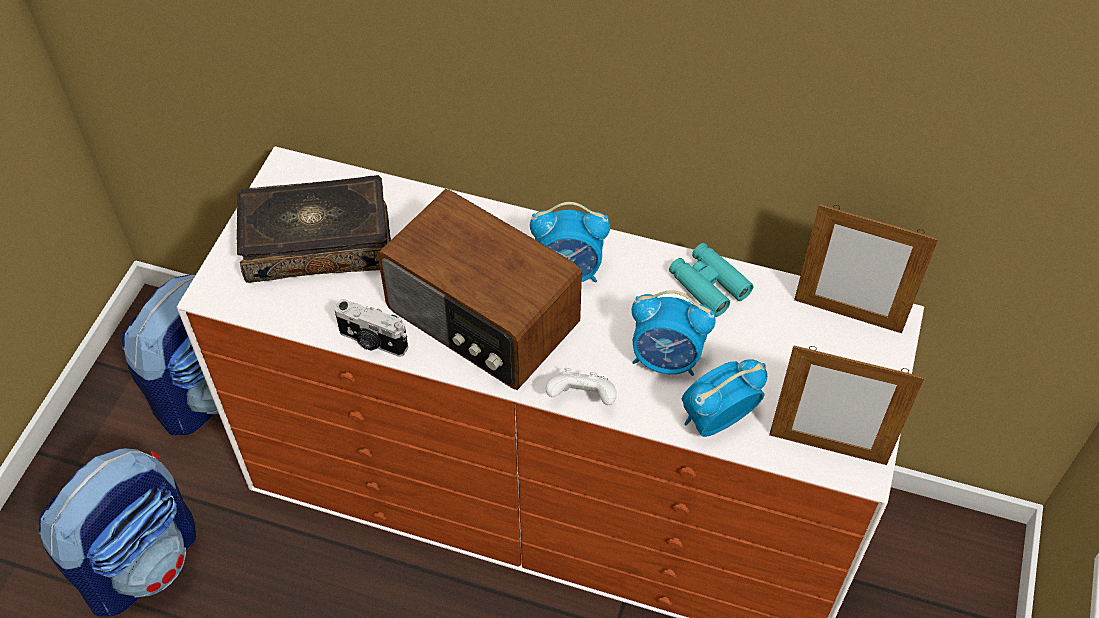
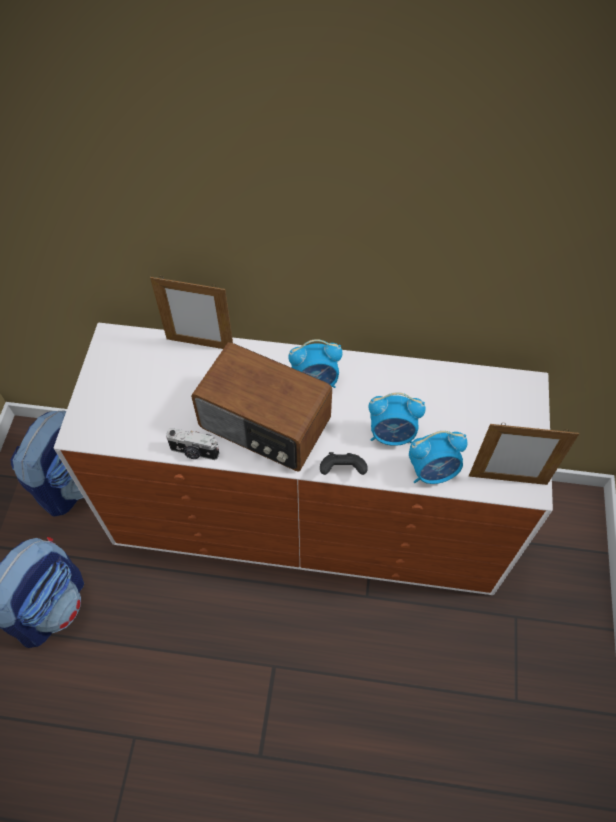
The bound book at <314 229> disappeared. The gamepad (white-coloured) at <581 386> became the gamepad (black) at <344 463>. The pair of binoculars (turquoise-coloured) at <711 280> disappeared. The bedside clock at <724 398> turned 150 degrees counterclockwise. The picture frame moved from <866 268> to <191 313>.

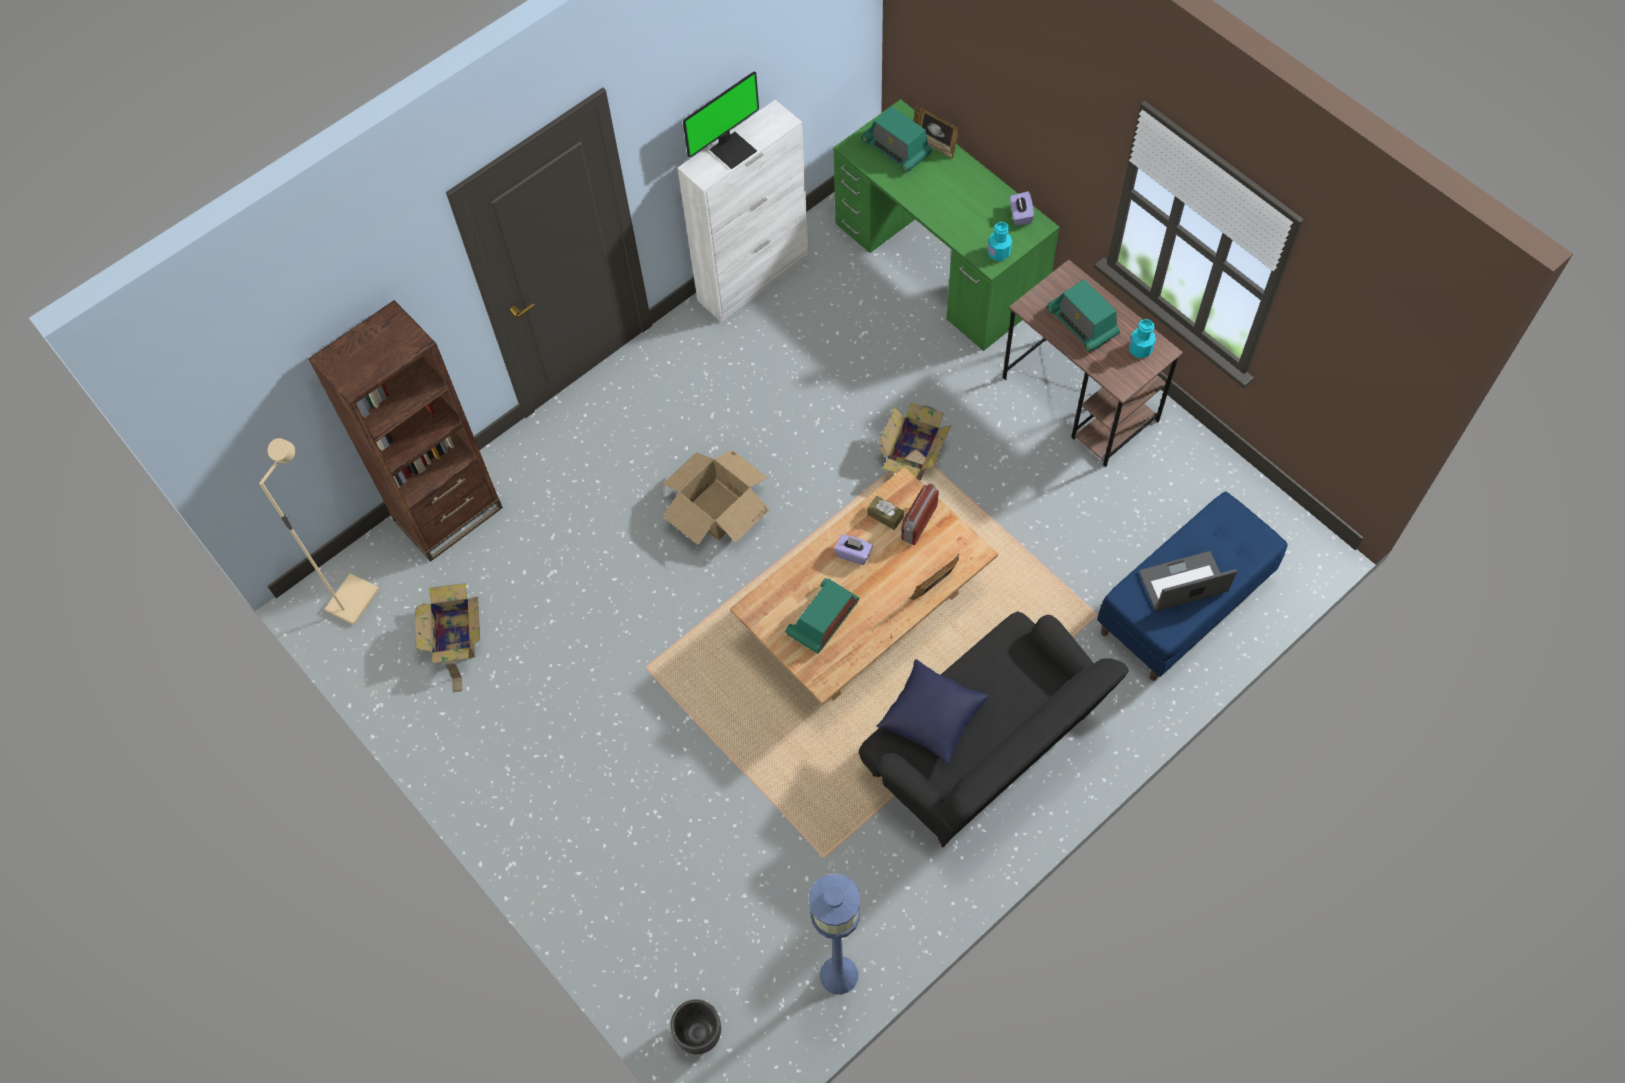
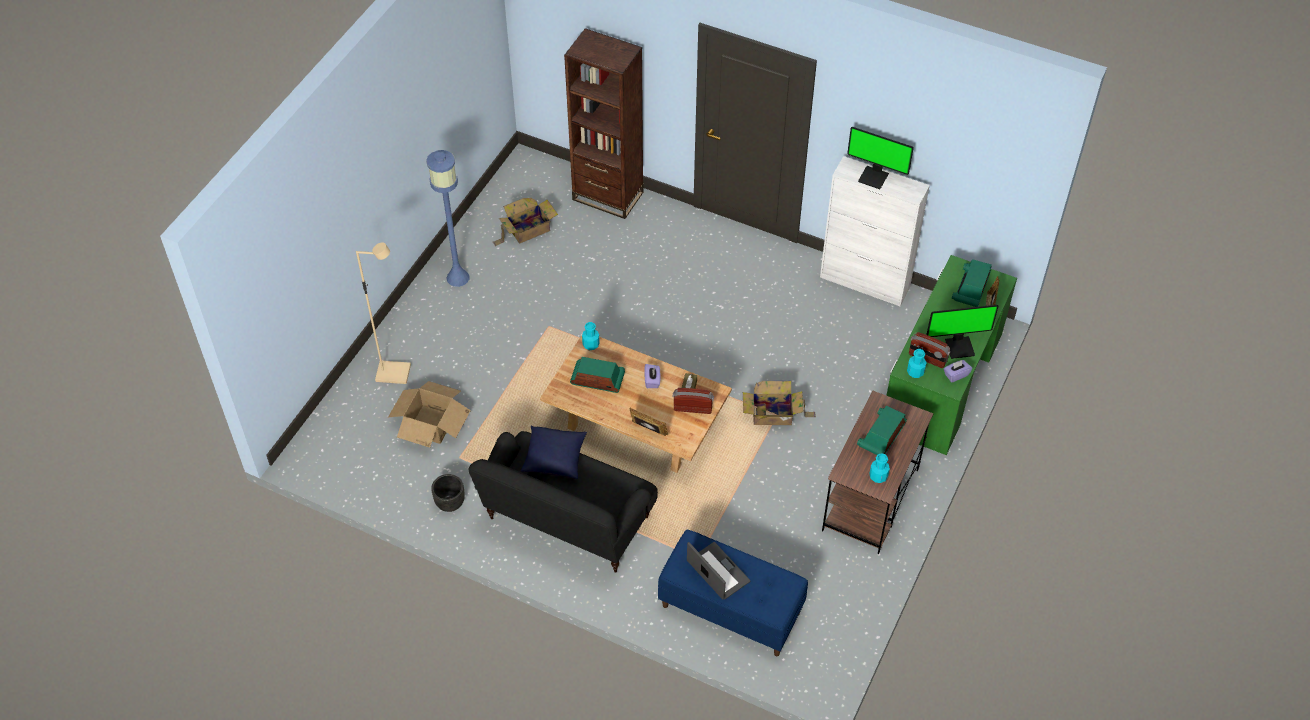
The standard lamp (beige) moved from <319 531> to <383 313>. The packing box moved from <716 498> to <429 414>. The plant pot (black) moved from <695 1026> to <448 493>. The standard lamp (blue) moved from <834 934> to <447 218>. The beverage bottle (turquoise-coloured) at <591 336> appeared. The radio set at <930 350> appeared. The computer screen at <962 332> appeared.

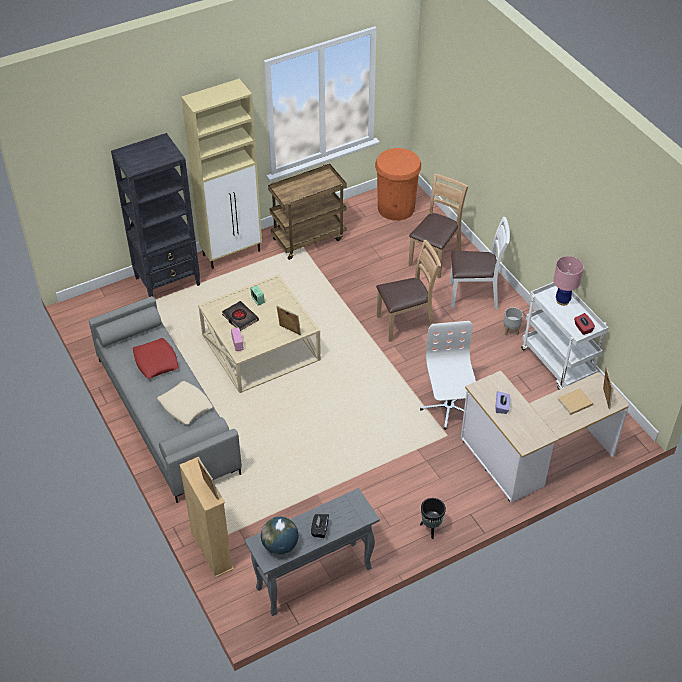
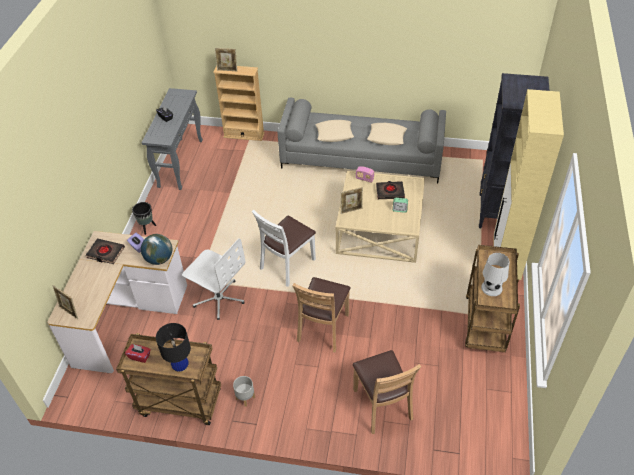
The cushion (reddish) at <156 358> became the cushion (beige) at <387 134>. The globe moved from <279 536> to <156 249>. The waste bin (orange-coloured) at <398 184> disappeared. The chair (white-coloured) moved from <480 263> to <284 248>. The wheeled cart (white-coloured) at <564 336> became the wheeled cart (brownish) at <168 379>. The tabletop lamp (pinkish) at <568 281> became the tabletop lamp (black) at <173 348>. The bound book (beige) at <575 401> disappeared. The bound book (black) at <105 251> appeared. The tabletop lamp (white-coloured) at <495 274> appeared.

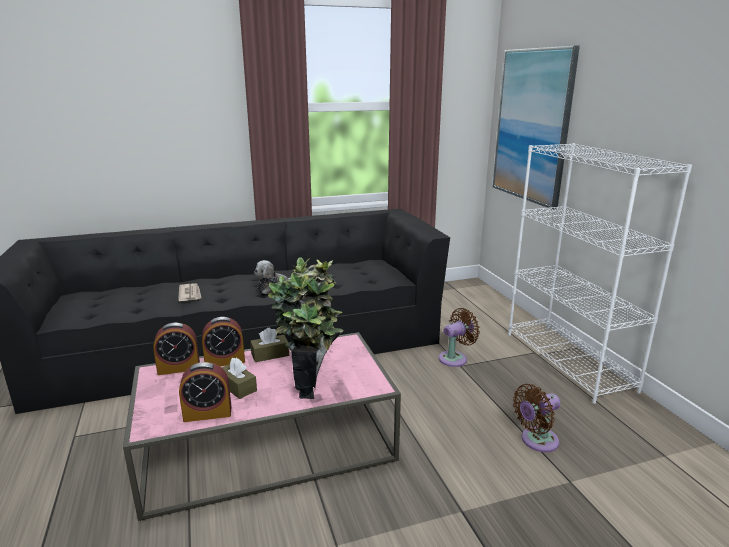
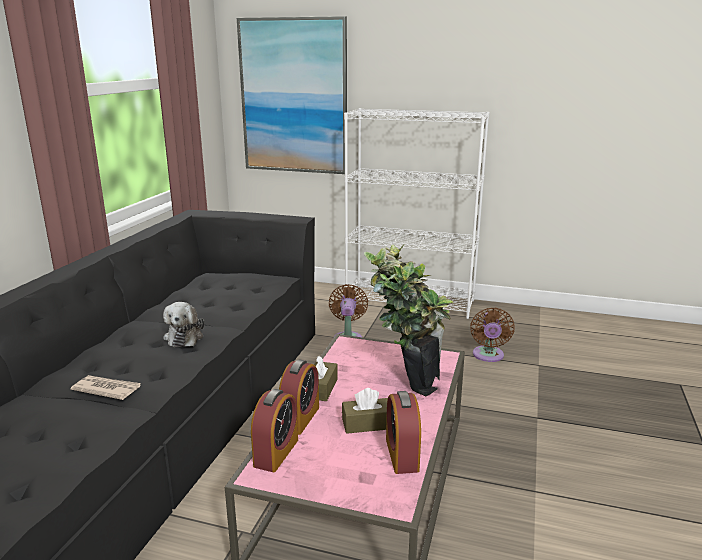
The bedside clock at <205 392> turned 150 degrees clockwise.

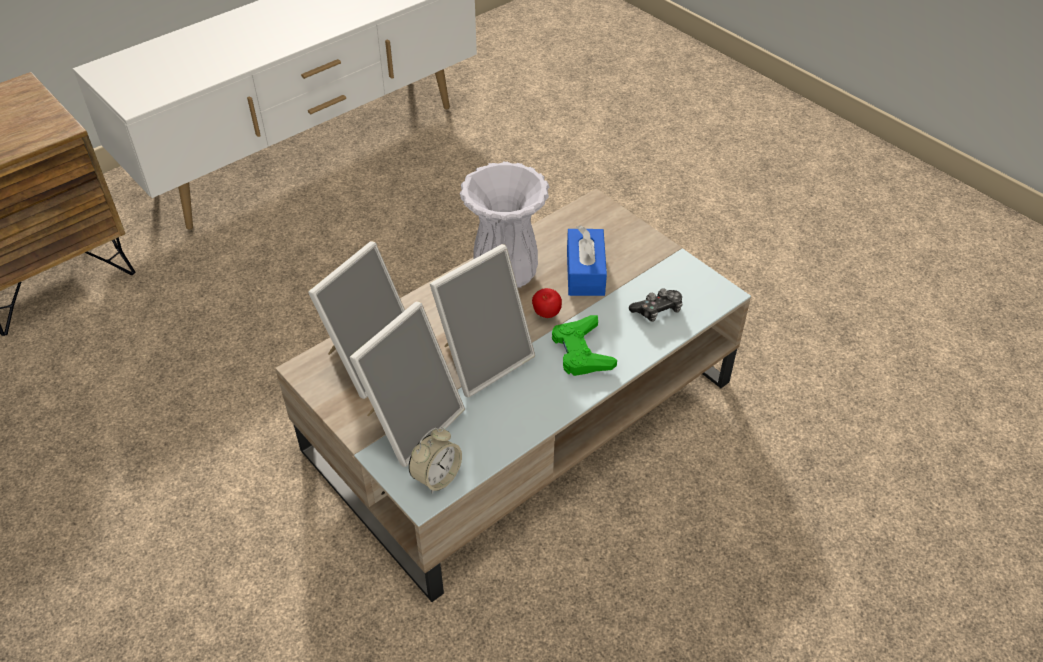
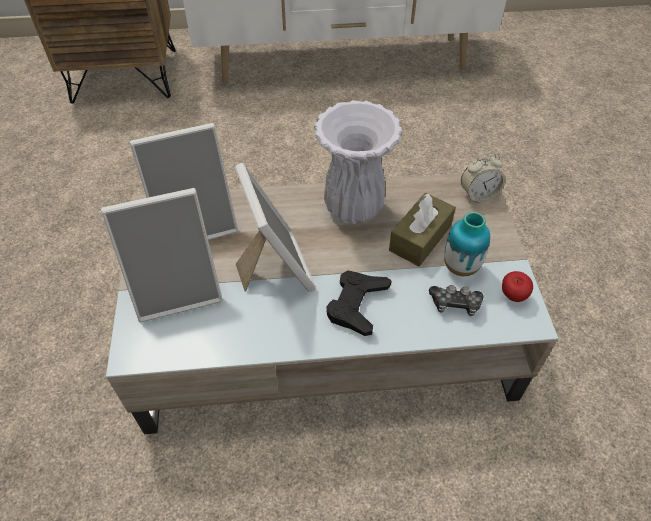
The bedside clock moved from <435 460> to <483 178>. The picture frame at <482 320> turned 105 degrees counterclockwise. The apple fruit moved from <547 303> to <517 286>. The gamepad (green-coloured) at <584 345> became the gamepad (black) at <359 303>. The tissue holder (blue) at <587 260> became the tissue holder (brownish) at <422 229>. The flower vase at <467 244> appeared.

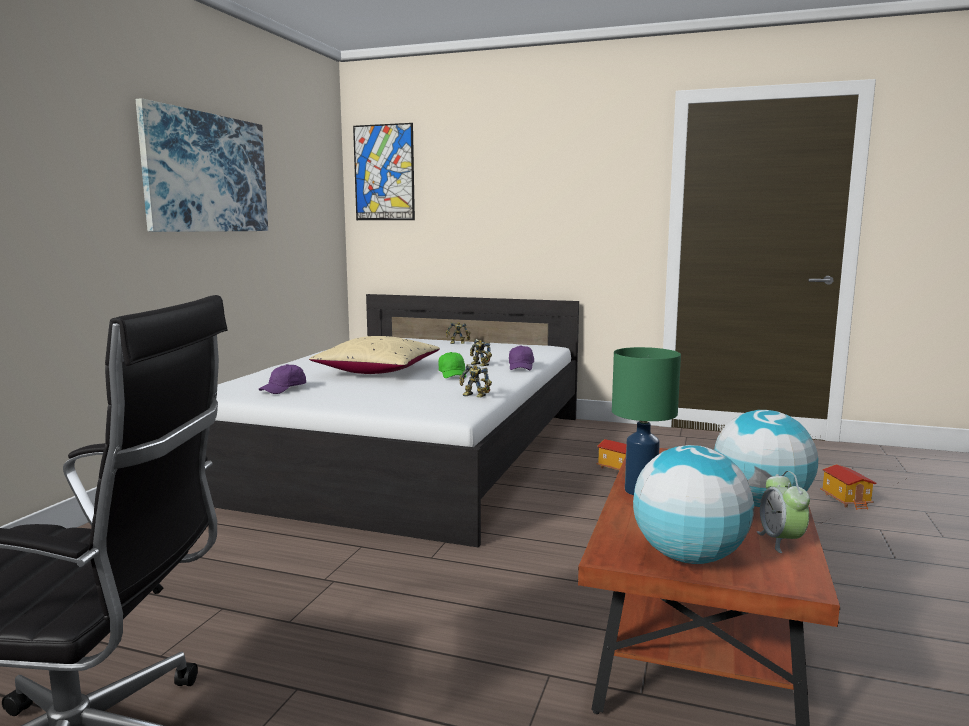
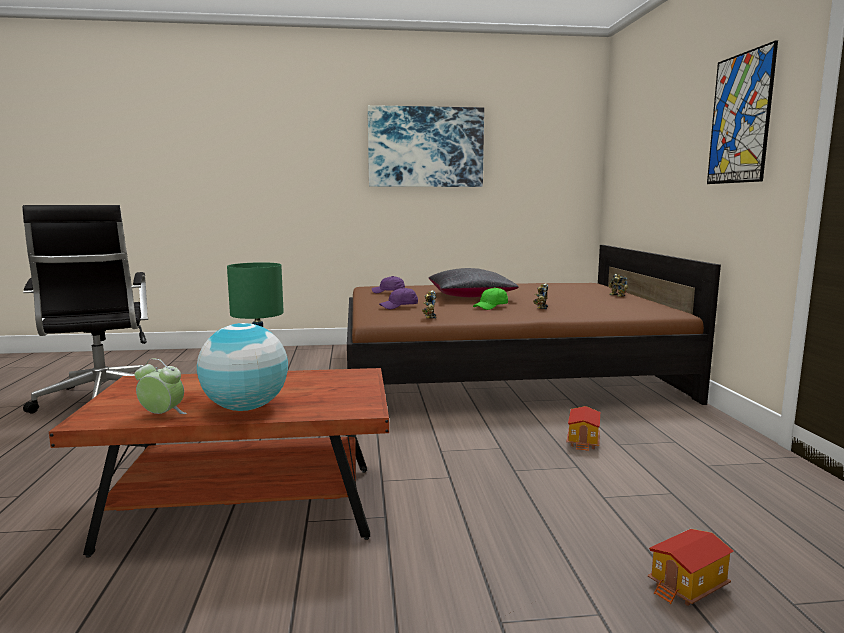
The bedroom bed (white-coloured) at <392 421> became the bedroom bed (brownish) at <534 325>. The cushion (beige) at <374 355> became the cushion (black) at <474 282>. The wall picture moved from <384 171> to <742 112>. The peaked cap (purple) moved from <521 357> to <398 298>. The globe at <693 504> disappeared. The bedside clock at <783 512> turned 45 degrees clockwise.

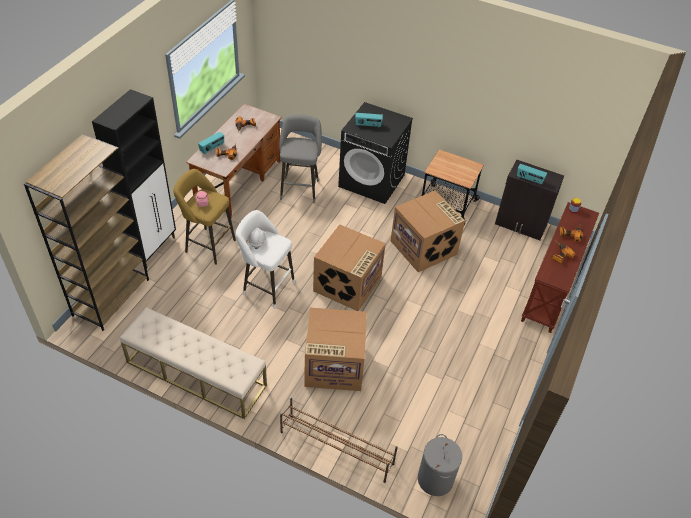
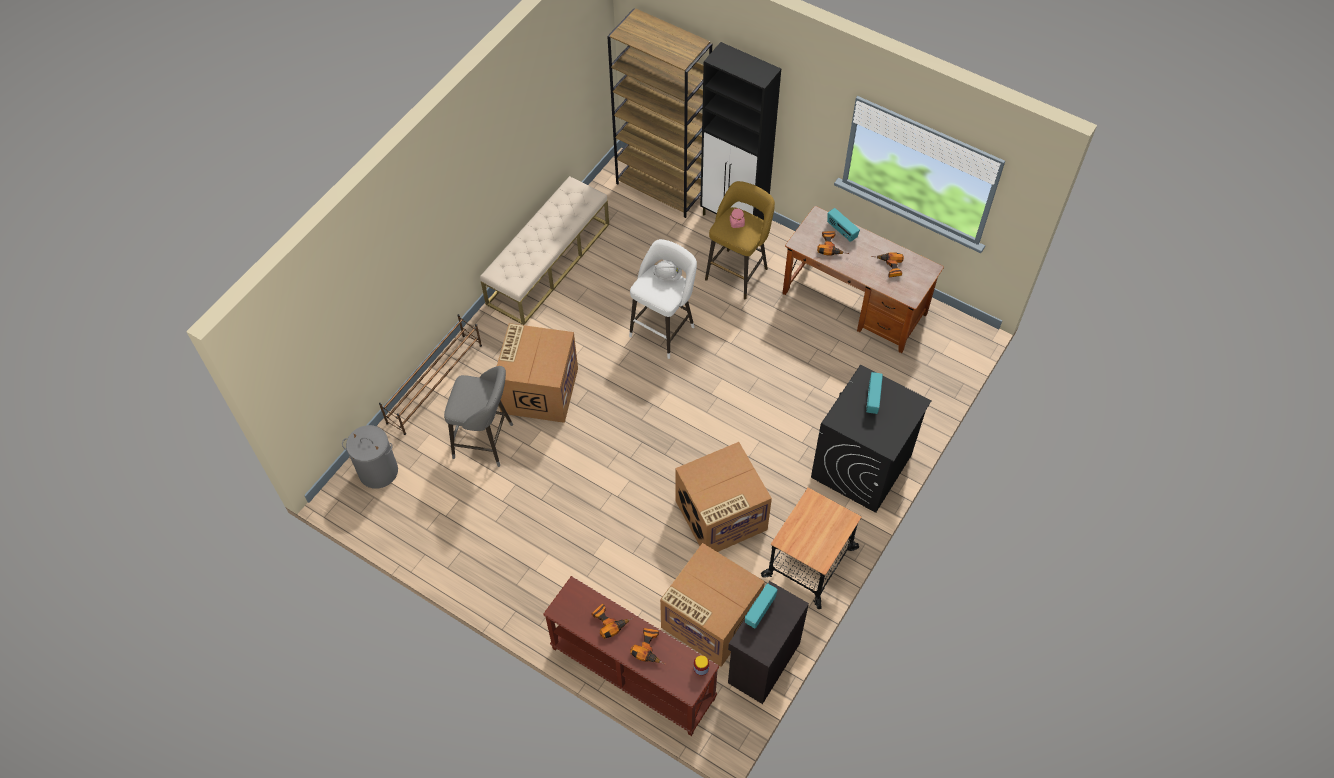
The stool (greyish) moved from <300 158> to <478 416>. The packing box moved from <349 267> to <712 605>.

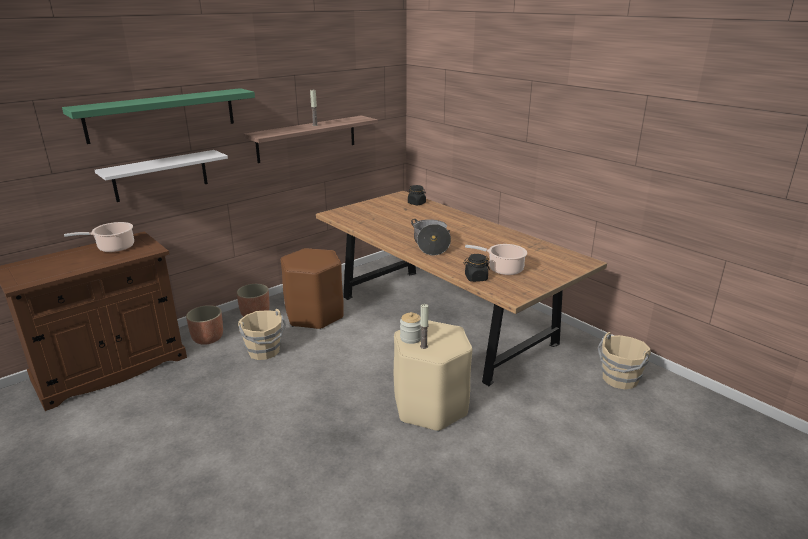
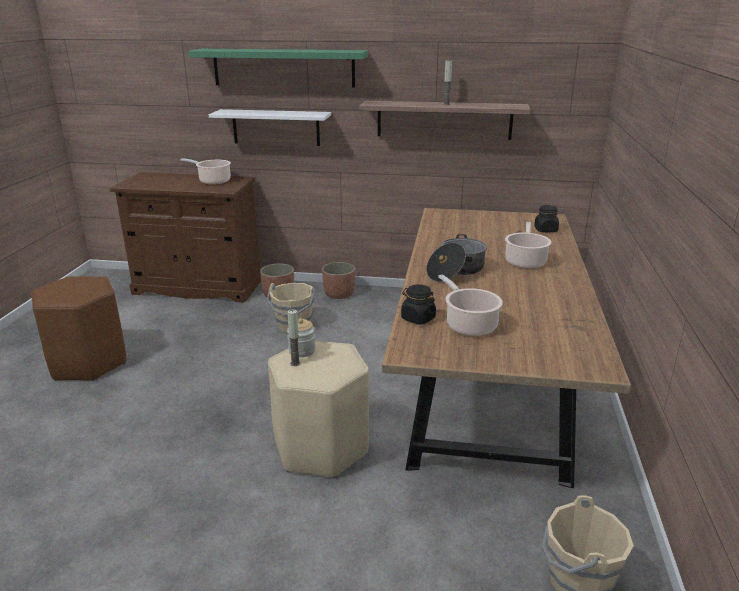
The stool (brownish) moved from <312 289> to <79 328>. The saucepot at <528 245> appeared.

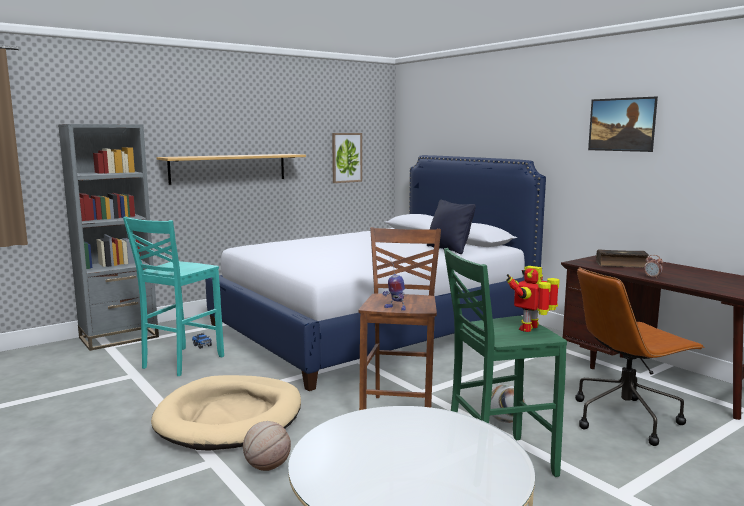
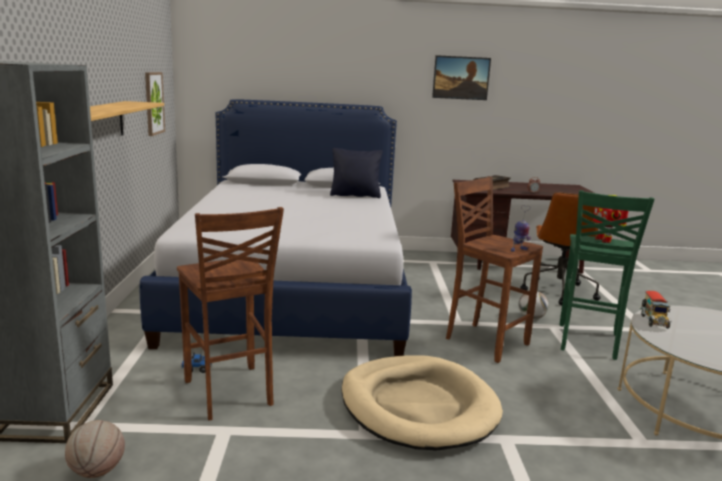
The stool (turquoise-coloured) at <173 296> became the stool (brownish) at <230 313>. The ball for basketball moved from <267 446> to <95 449>. The toy lorry at <655 310> appeared.

